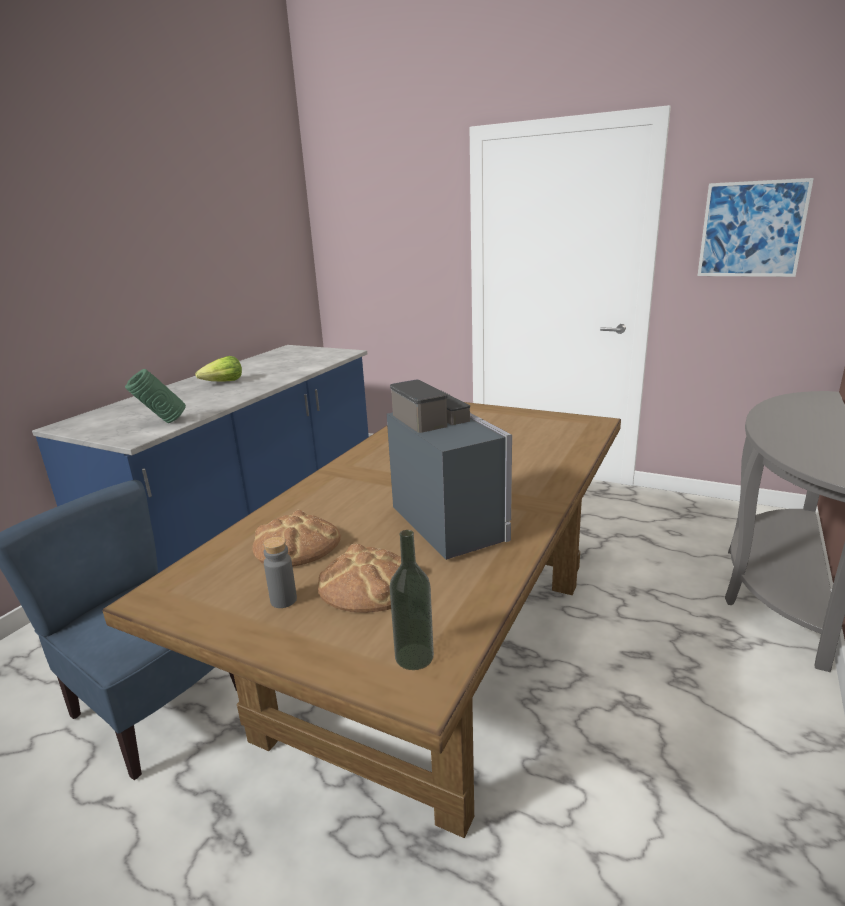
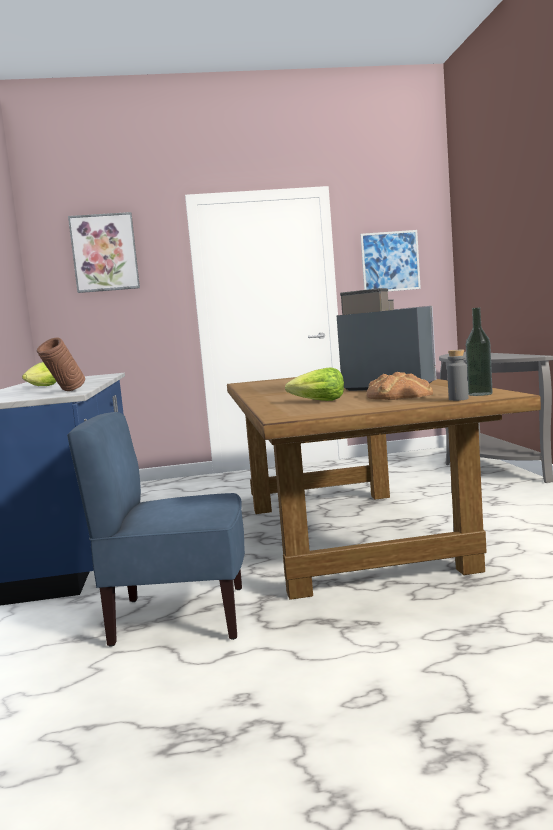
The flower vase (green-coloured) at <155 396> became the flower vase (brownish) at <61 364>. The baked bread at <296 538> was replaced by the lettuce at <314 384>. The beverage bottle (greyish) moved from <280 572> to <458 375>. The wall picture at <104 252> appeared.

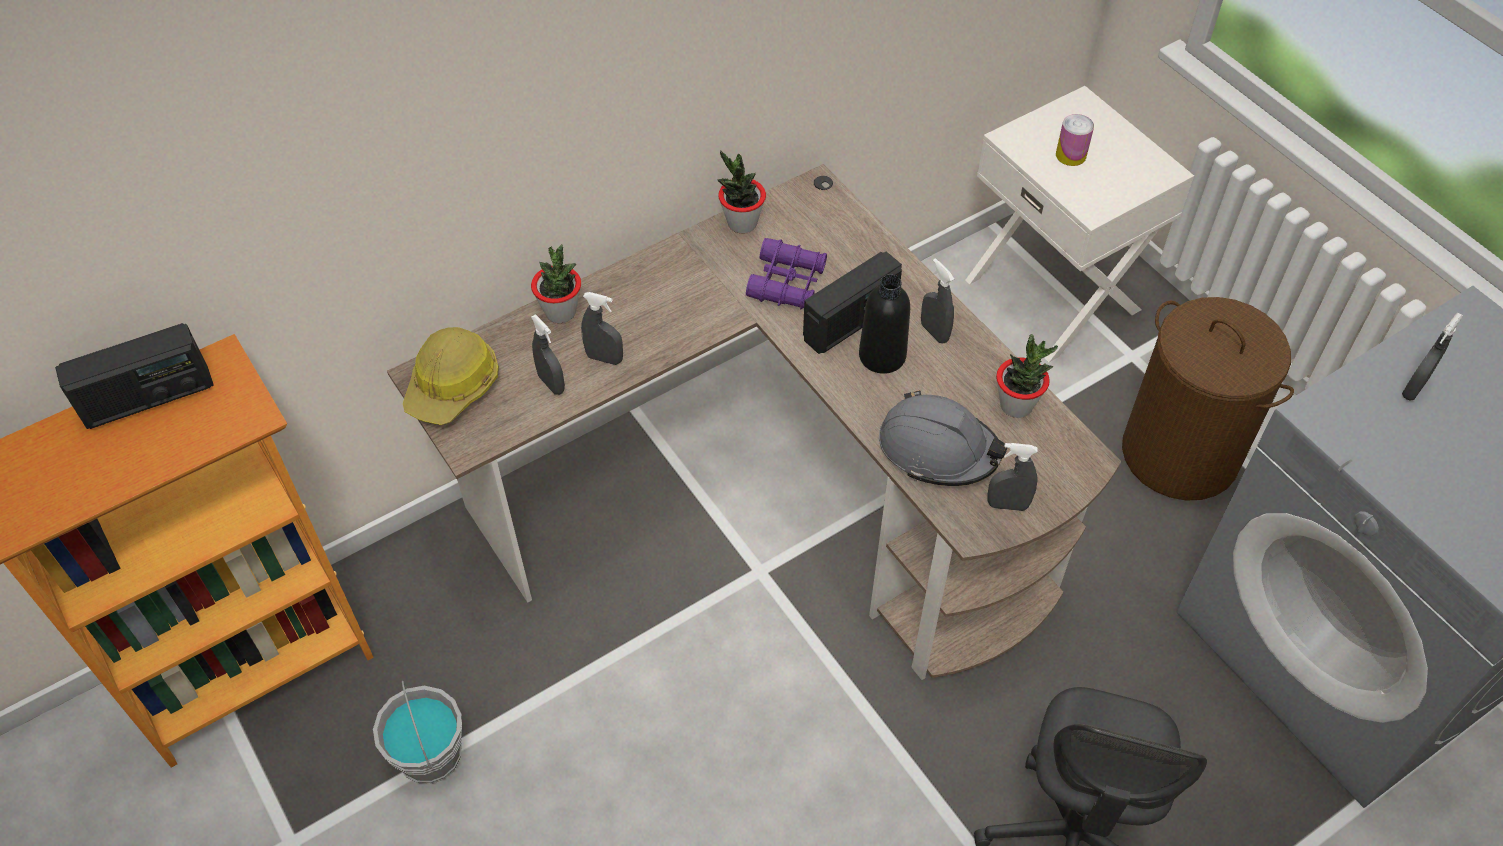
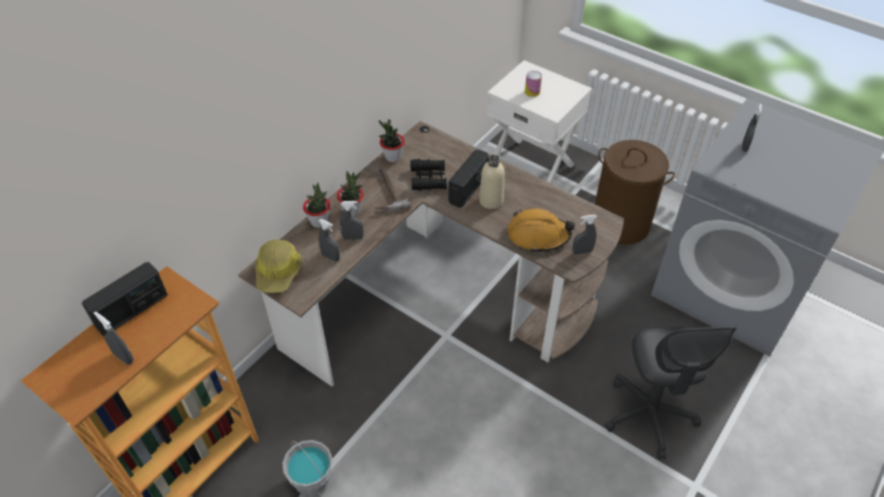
The pair of binoculars (purple) at <786 274> became the pair of binoculars (black) at <429 174>. The beverage bottle (black) at <884 324> became the beverage bottle (beige) at <492 182>. The safety helmet (greyish) at <943 438> became the safety helmet (orange-coloured) at <541 230>. The sprayer (greyish) moved from <937 301> to <114 338>. The potted plant moved from <1027 376> to <350 194>. The hammer at <392 190> appeared.

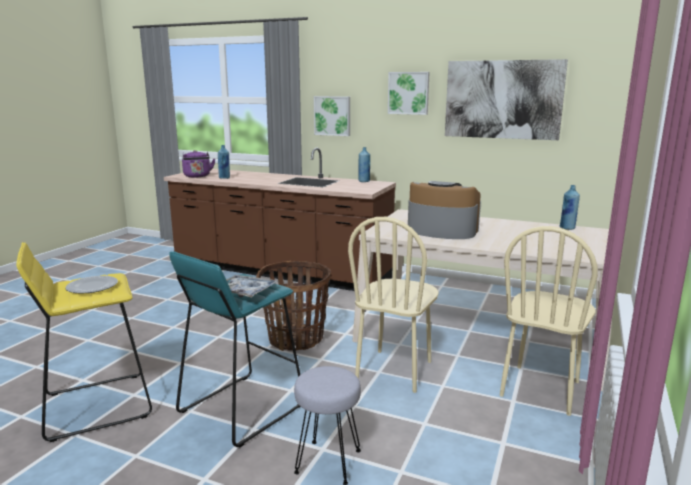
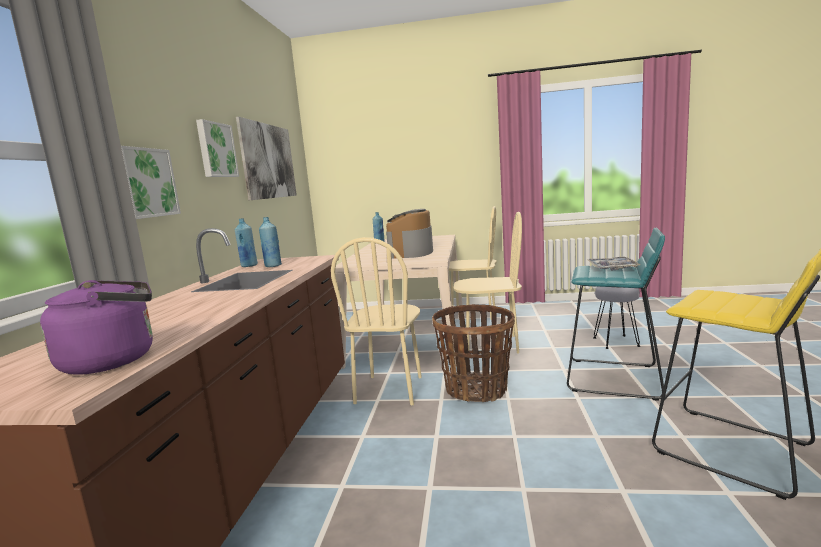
The dinner plate at <91 284> disappeared. The beverage bottle (blue) moved from <224 162> to <270 242>. The chair (beige) at <376 321> appeared.

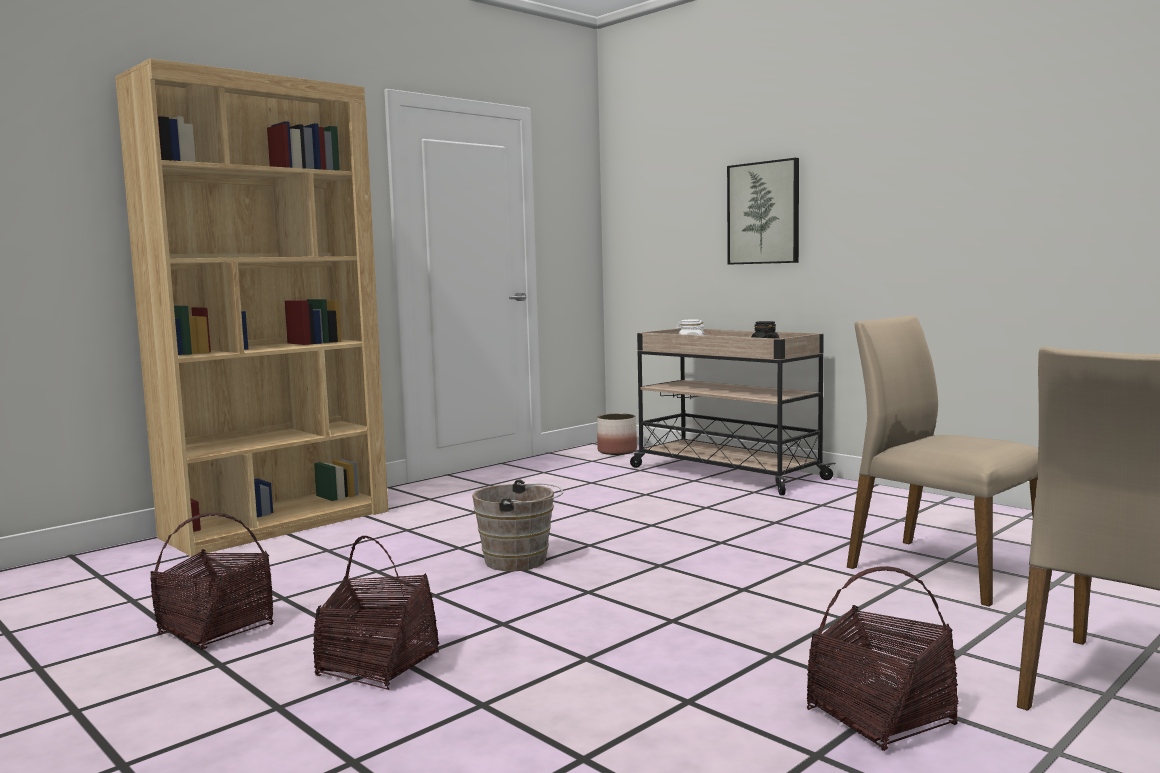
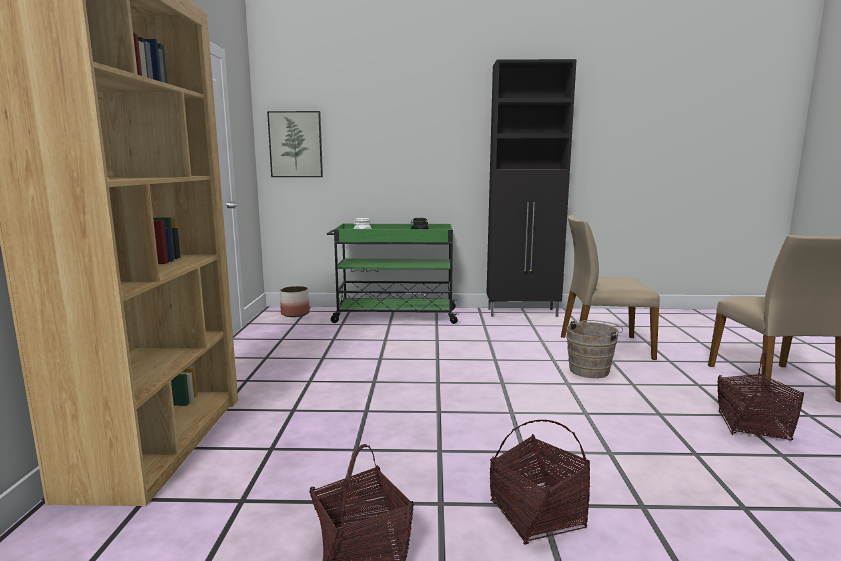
The pail (brownish) moved from <517 525> to <594 349>. The wheeled cart (beige) at <733 411> became the wheeled cart (green-coloured) at <393 274>. The wall picture moved from <763 211> to <295 144>. The cabinet (black) at <532 188> appeared.

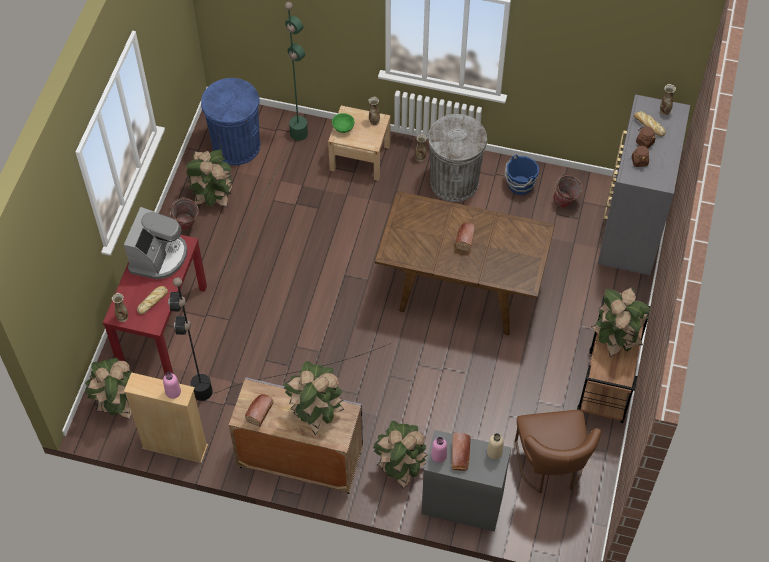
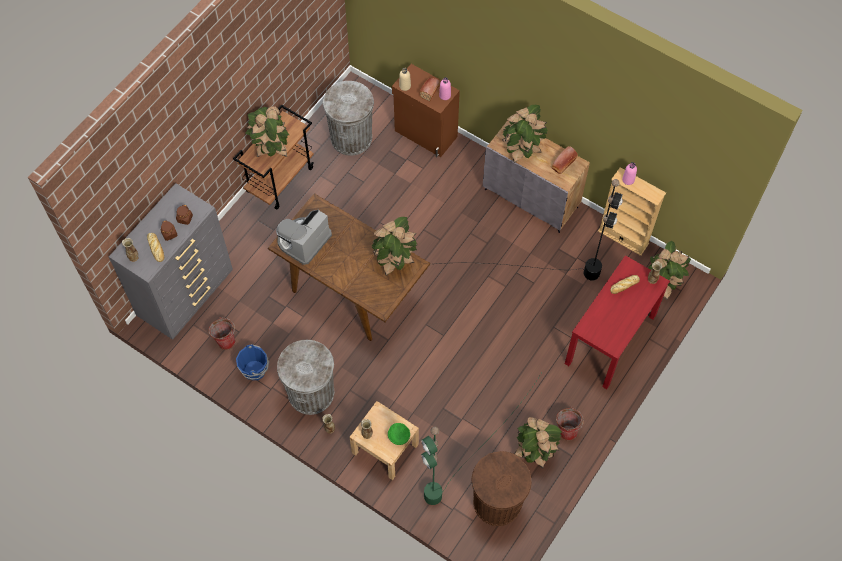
The coffee machine moved from <155 243> to <304 237>. The waste bin (blue) at <230 121> became the waste bin (brownish) at <501 488>. The potted plant moved from <400 455> to <394 246>. The cabinet (greyish) at <466 481> became the cabinet (brownish) at <426 110>. The baked bread at <465 237> disappeared. The chair (brownish) at <558 451> was replaced by the waste bin (greyish) at <348 118>.

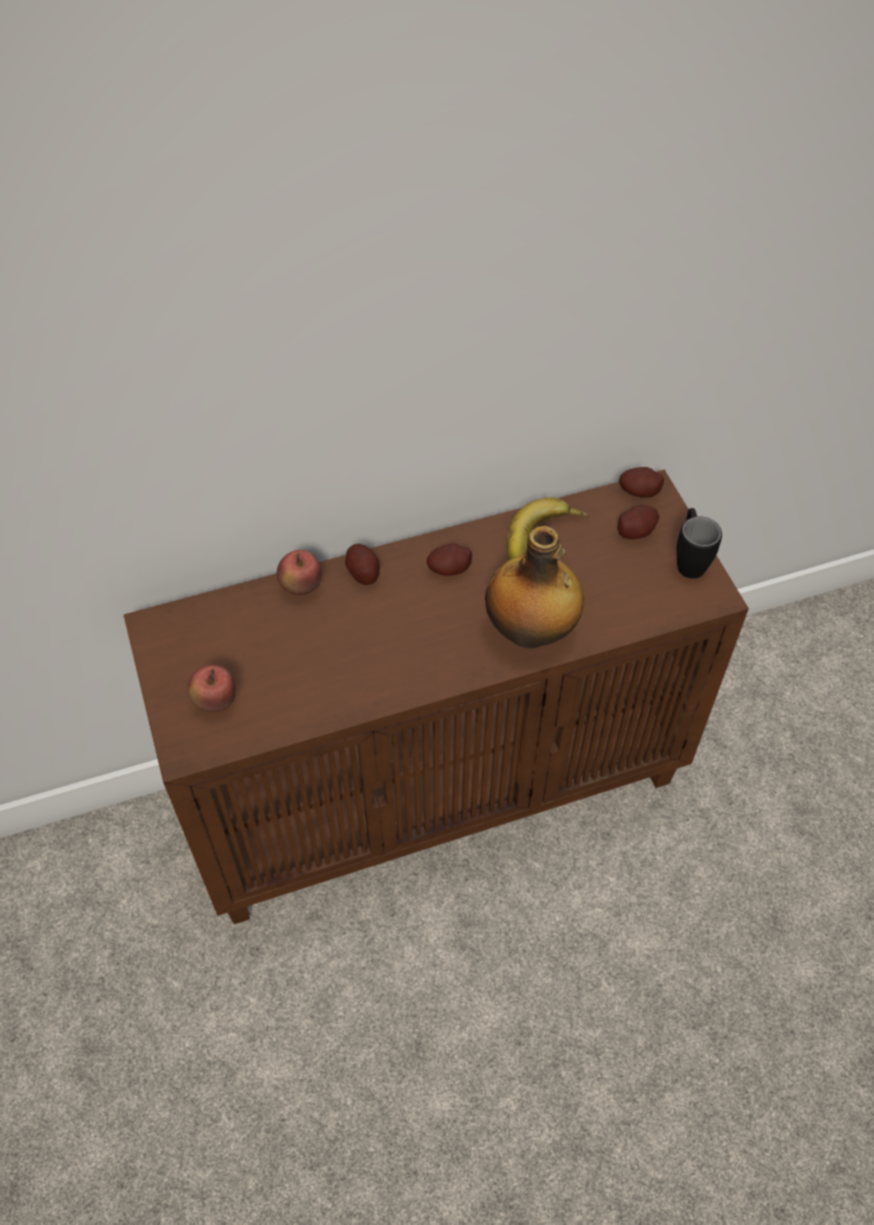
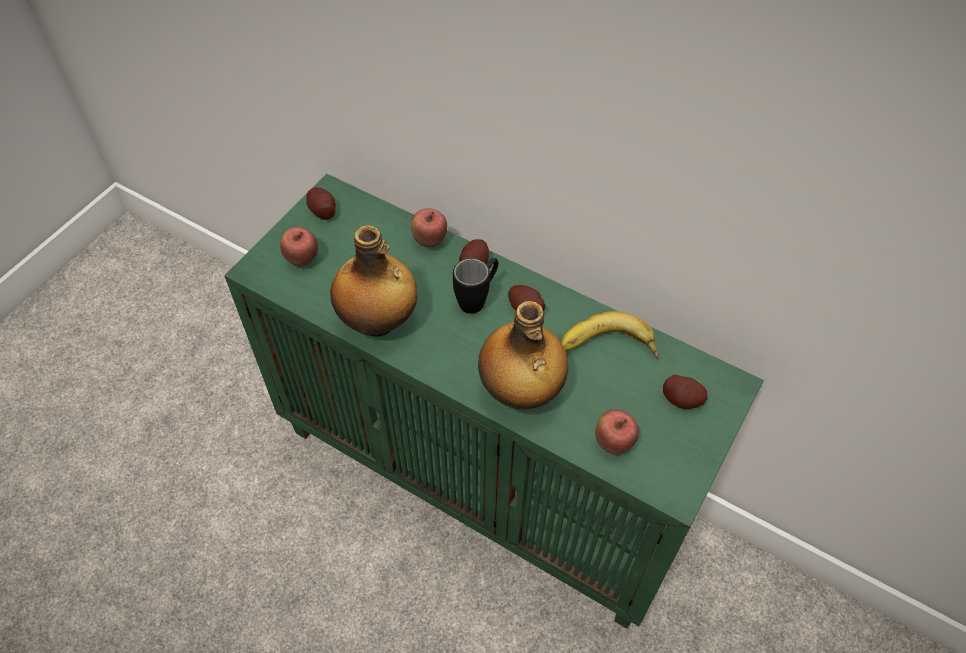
The cabinet (brownish) at <436 697> became the cabinet (green-coloured) at <494 401>. The whole potato moved from <641 482> to <321 203>. The tea mug (black) moved from <699 543> to <475 286>. The beverage bottle at <374 281> appeared. The apple fruit at <617 432> appeared.

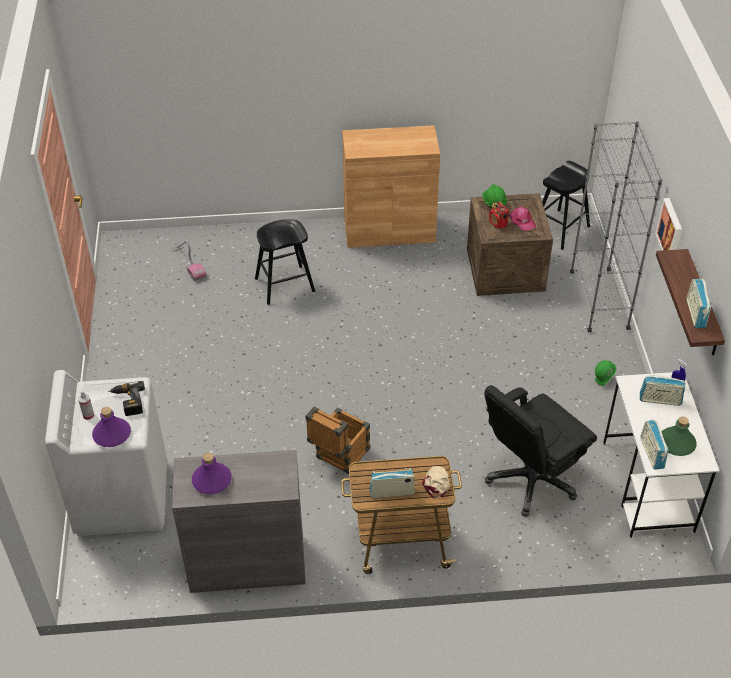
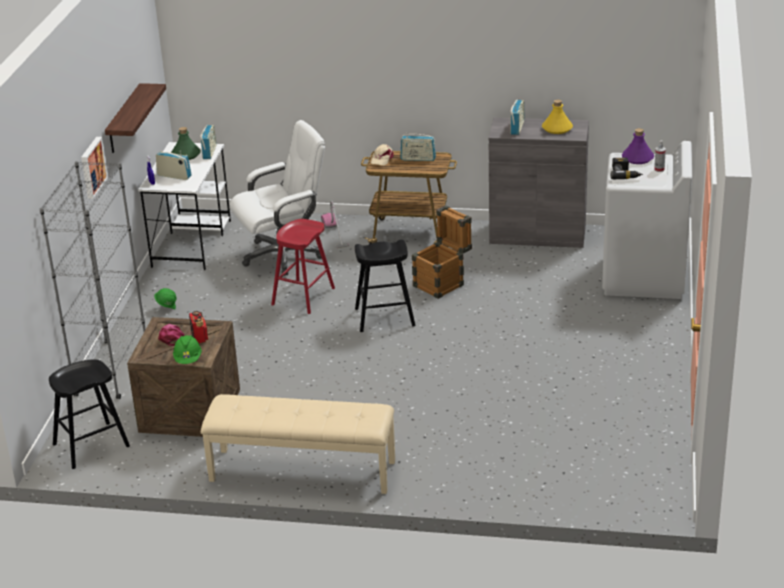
The vacuum cleaner moved from <189 260> to <335 225>. The beverage bottle (purple) at <212 473> became the beverage bottle (yellow) at <557 116>. The stool (black) moved from <285 262> to <385 286>. The cabinet (brownish) at <391 186> was replaced by the bench (beige) at <298 444>. The office chair (black) at <540 451> became the office chair (white-coloured) at <277 198>. The radio set moved from <698 302> to <517 117>. The stool (reddish) at <303 266> appeared.

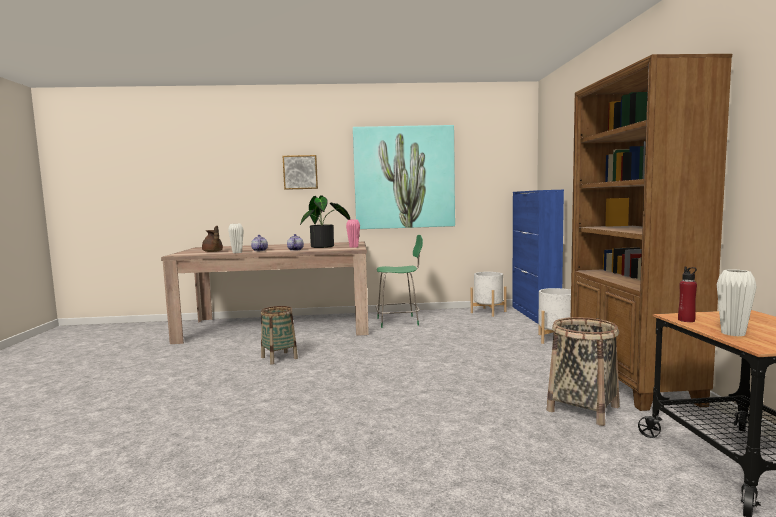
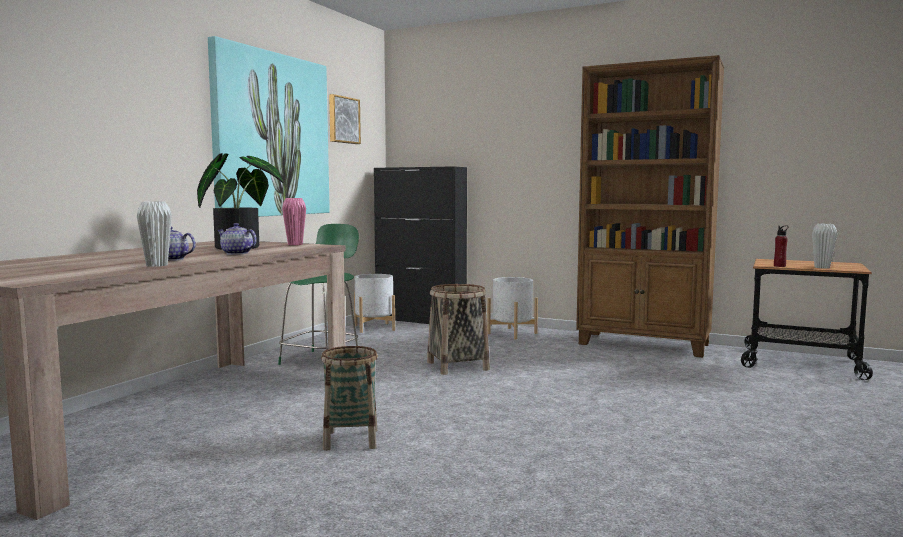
The tea pot (brownish) at <212 239> disappeared. The wall picture moved from <300 172> to <345 119>. The cabinet (blue) at <538 257> became the cabinet (black) at <420 245>. The basket moved from <583 371> to <458 329>.

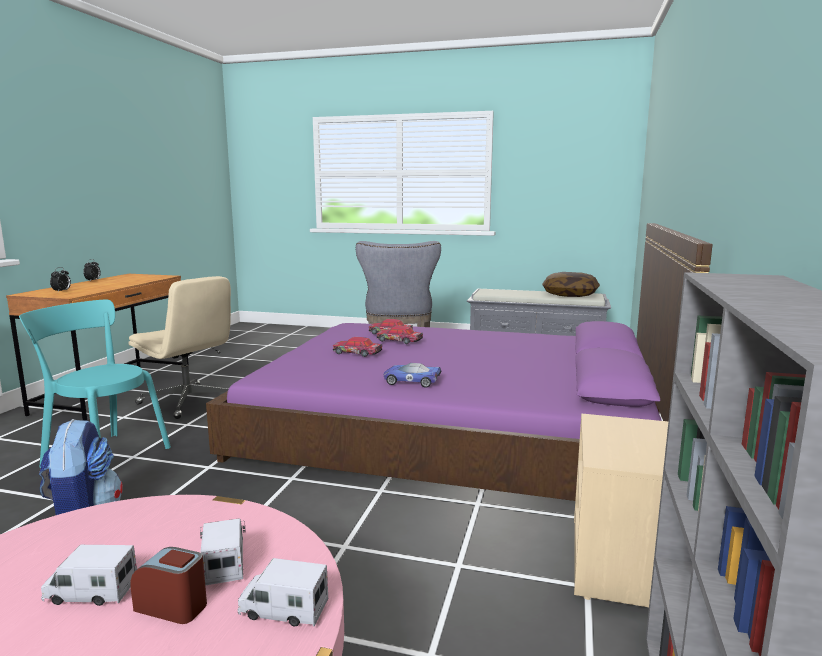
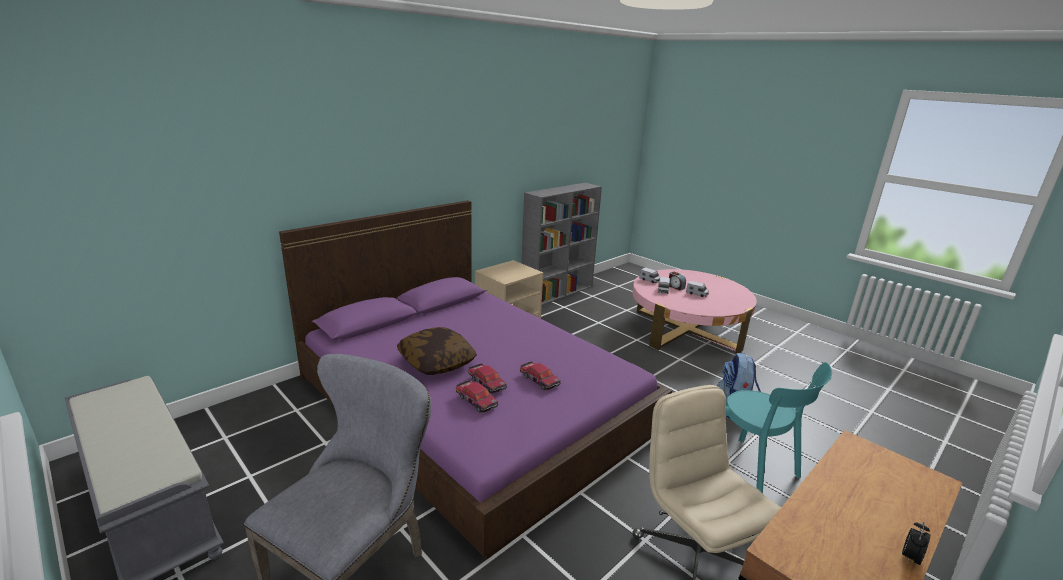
The bedside clock at <60 279> disappeared. The miniature car at <412 375> disappeared. The cushion moved from <571 284> to <437 351>.

